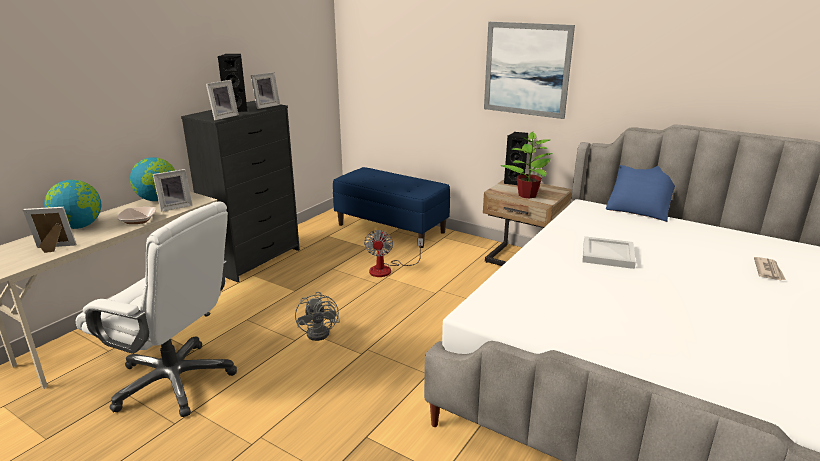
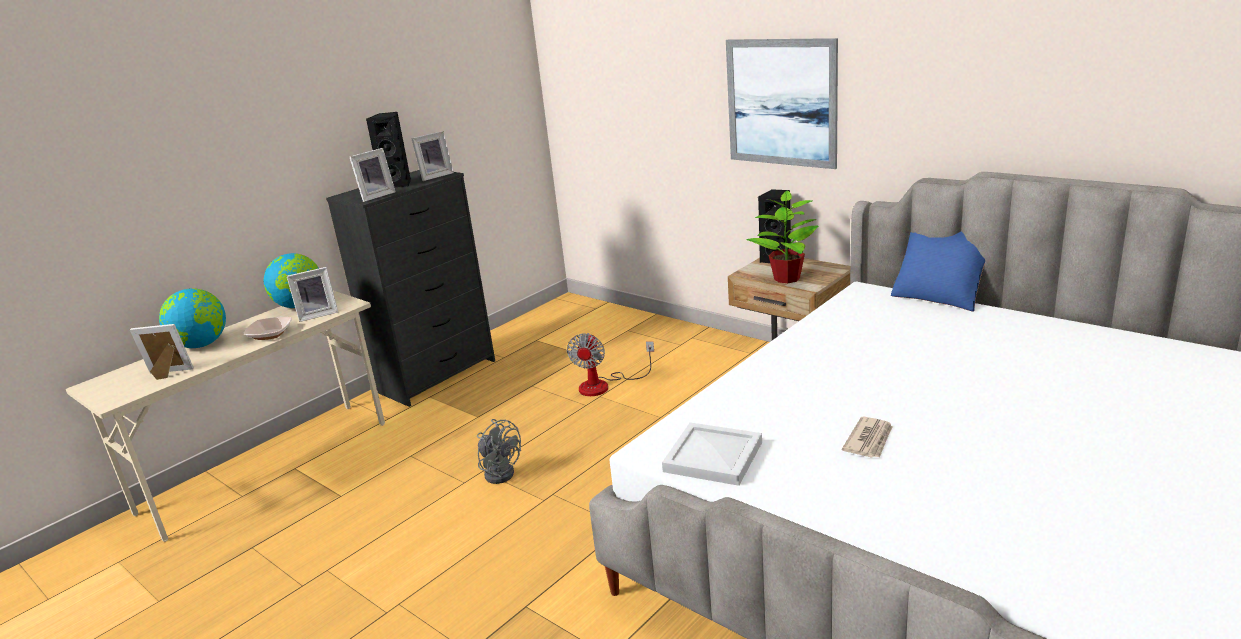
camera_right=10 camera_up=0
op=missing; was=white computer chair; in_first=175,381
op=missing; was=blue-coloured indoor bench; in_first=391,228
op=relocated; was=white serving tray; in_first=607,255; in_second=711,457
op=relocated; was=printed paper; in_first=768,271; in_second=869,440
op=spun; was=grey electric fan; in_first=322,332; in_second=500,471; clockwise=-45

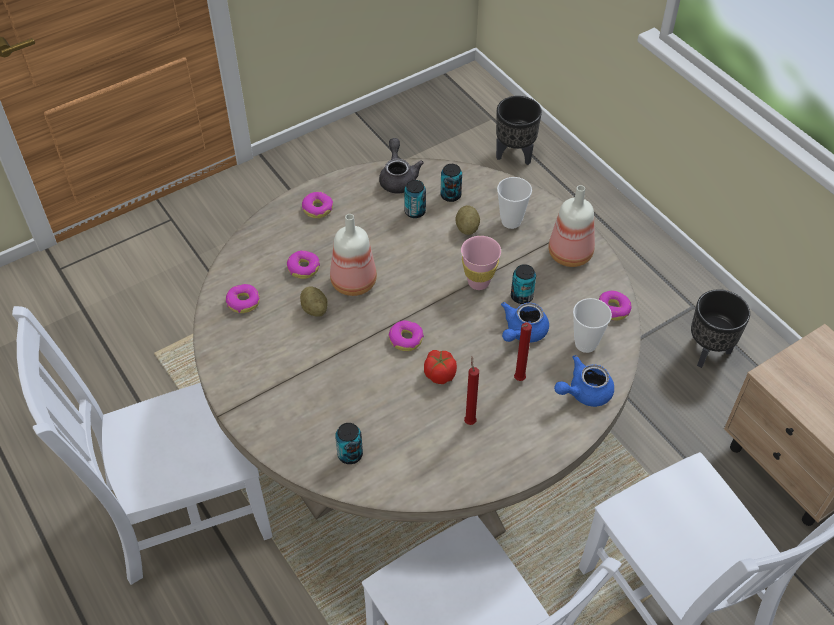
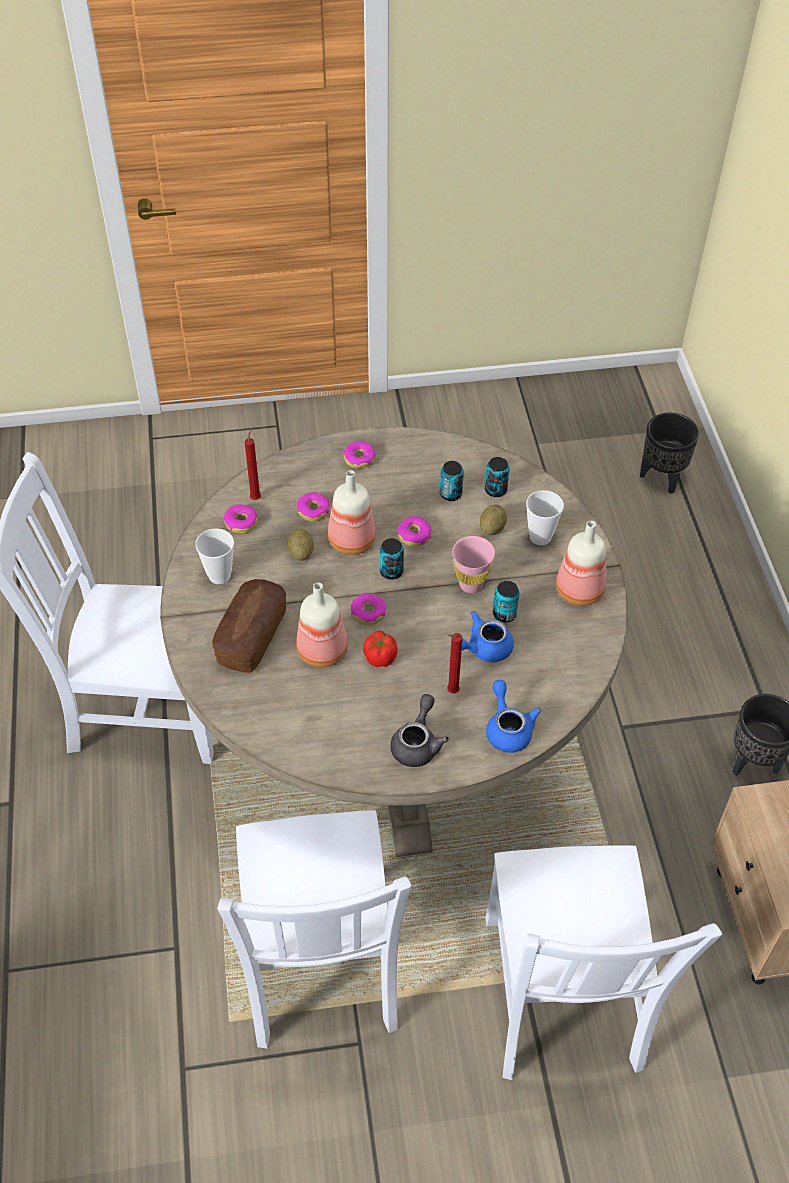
camera_right=25 camera_up=0
op=appeared; now=bread; in_second=251,636
op=appeared; now=drink bottle; in_second=323,649
op=relocated; was=can; in_first=350,454; in_second=391,571
op=relocated; was=grey pot for tea; in_first=398,178; in_second=417,743
op=relocated; was=red wax candle; in_first=469,420; in_second=256,497
op=relocated; was=cup; in_first=585,344; in_second=219,575
op=relocated; was=ring doughnut; in_first=613,309; in_second=414,535
op=spun; was=blue-coloured pot for tea; in_first=584,392; in_second=508,728; clockwise=75

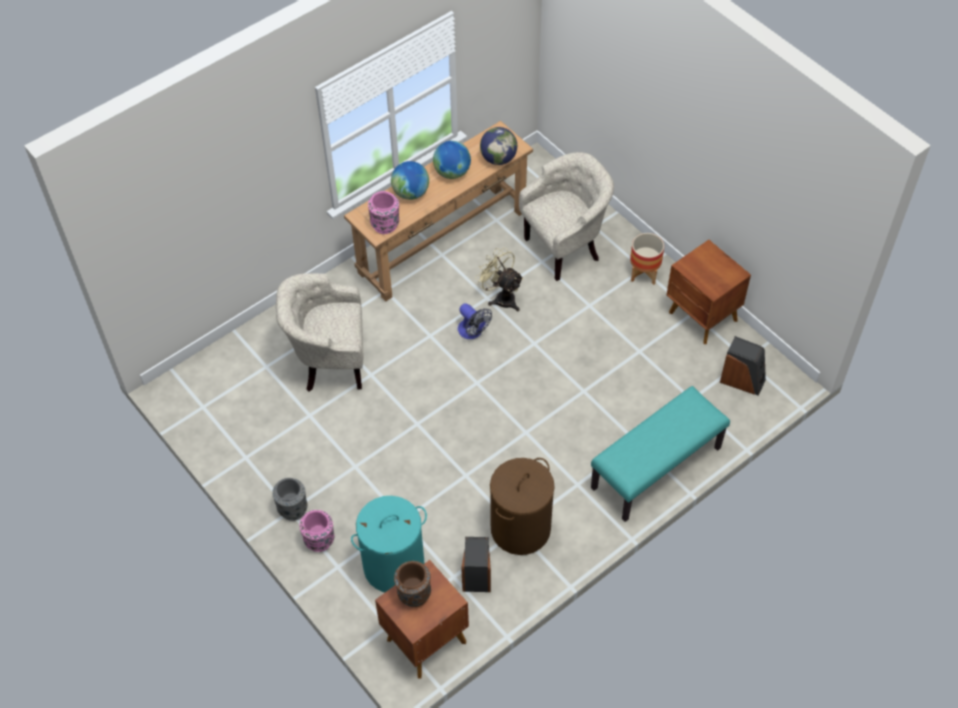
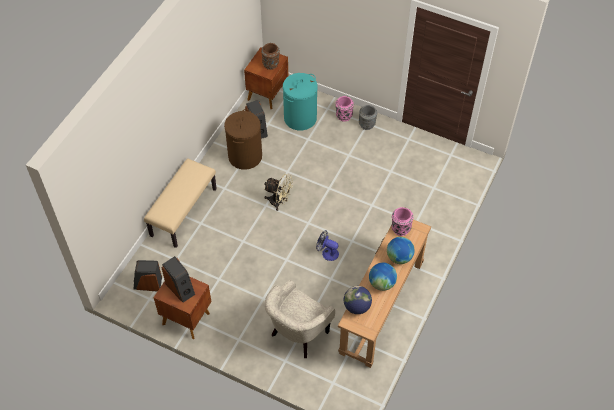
camera_right=155 camera_up=0
op=missing; was=beige armchair; in_first=329,364
op=missing; was=planter; in_first=644,273
op=appeared; now=speaker; in_second=180,288
op=relocated; was=beige electric fan; in_first=501,297; in_second=279,202
op=colour; was=turquoise indoor bench; now=beige indoor bench; in_first=656,469; in_second=183,212

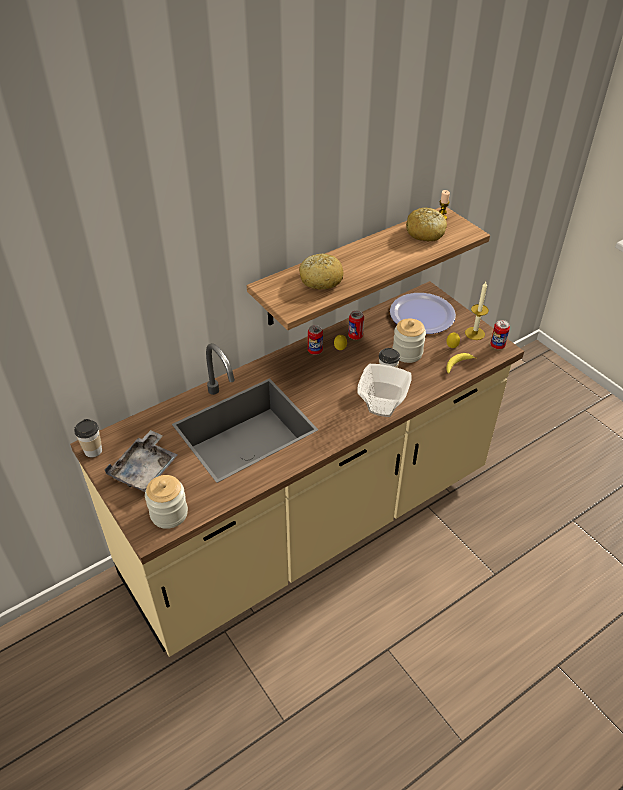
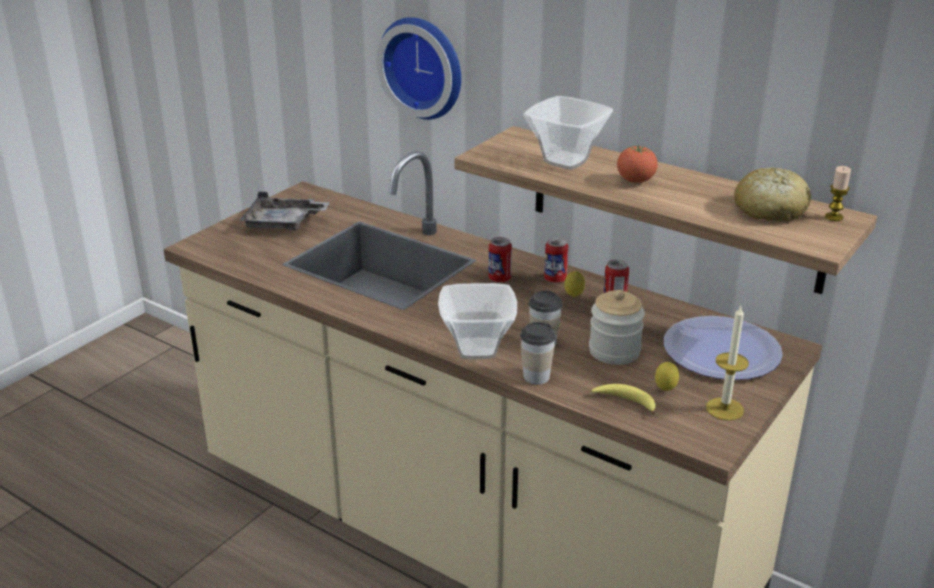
camera_right=70 camera_up=-15
op=missing; was=jar; in_first=169,513
op=appeared; now=wall clock; in_second=424,66
op=appeared; now=fresh tomato; in_second=635,181
op=relocated; was=cup; in_first=93,450; in_second=536,376
op=relocated; was=can; in_first=497,345; in_second=499,279
op=exchanged; was=bread; now=deep dish; in_first=320,279; in_second=566,160

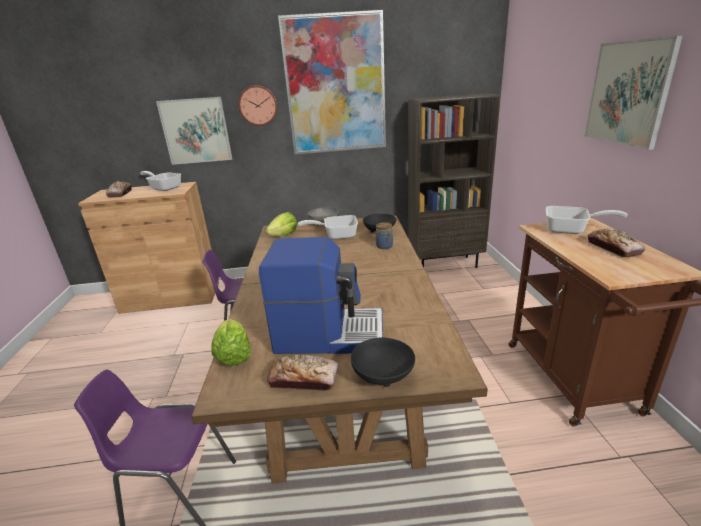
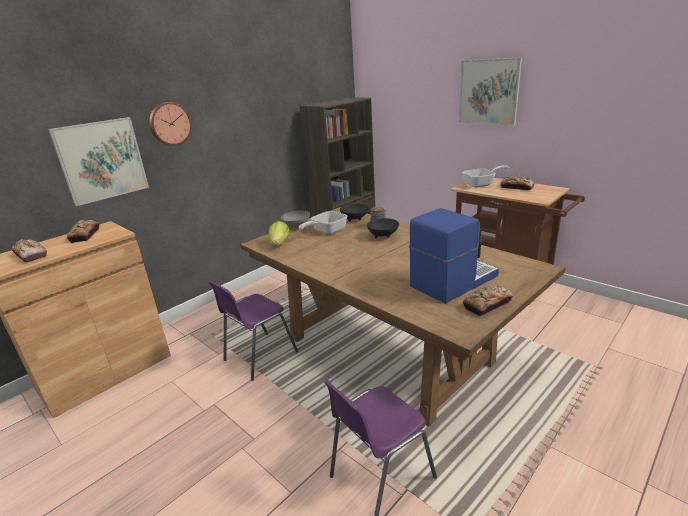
camera_right=-40 camera_up=0
op=missing; was=lettuce head; in_first=234,355
op=missing; was=wall picture; in_first=335,86
op=relocated; was=black deep dish; in_first=382,378; in_second=382,236
op=exchanged; was=frying pan; now=bread; in_first=164,188; in_second=85,235

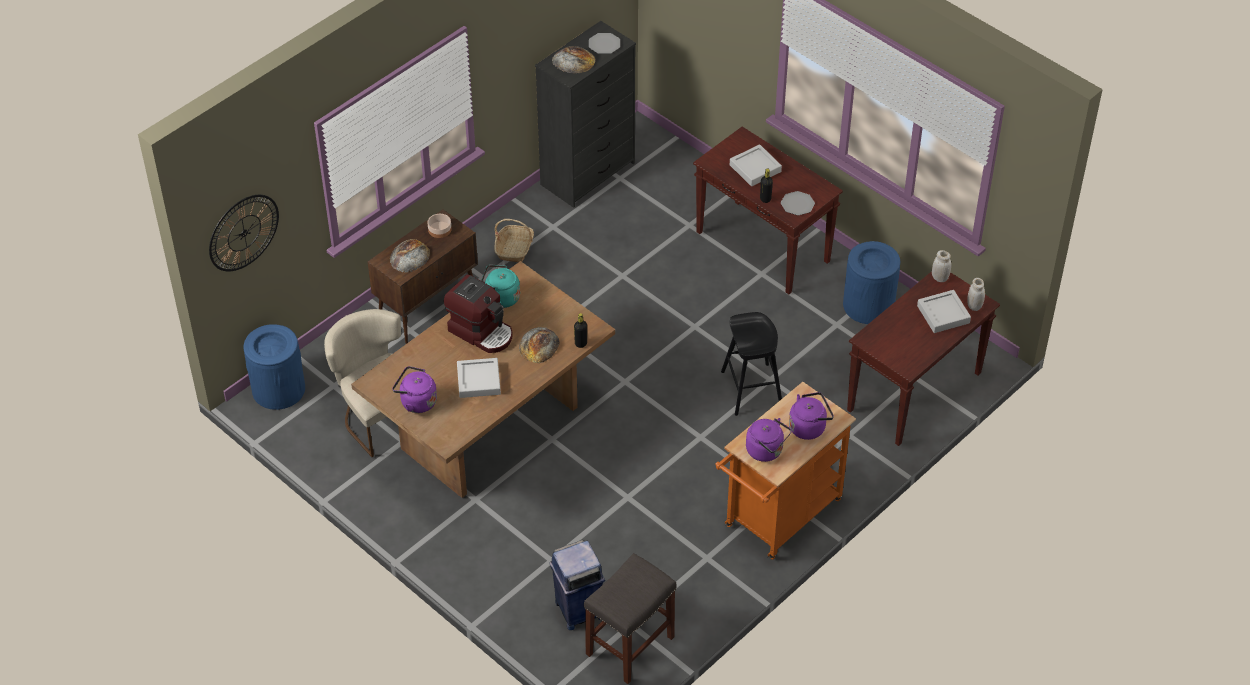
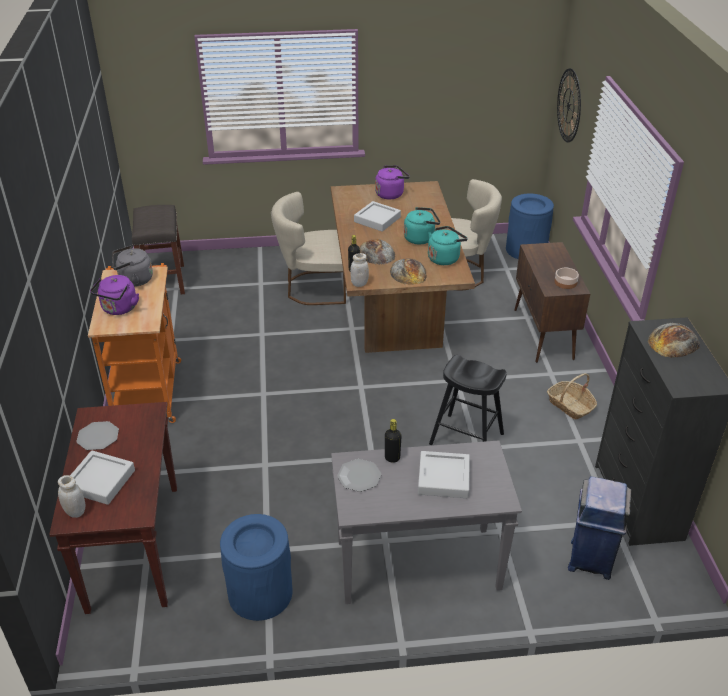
camera_right=130 camera_up=-10
op=appeared; now=beige plain chair; in_second=313,288
op=relocated; was=bread; in_first=409,256; in_second=408,272
op=relocated; was=blue-coloured trash can; in_first=578,610; in_second=590,558
op=relocated; was=plate; in_first=604,44; in_second=98,436
op=relocated; was=black stool seat; in_first=751,389; in_second=466,439
op=relocated; was=white jar; in_first=940,278; in_second=359,284
op=exchanged; was=coffee maker; now=turquoise kettle; in_first=481,331; in_second=421,238
op=colour; was=brownish narrow table; now=grey narrow table; in_first=764,247; in_second=416,566
op=colour; was=purplish kettle; now=grey kettle; in_first=766,451; in_second=133,280

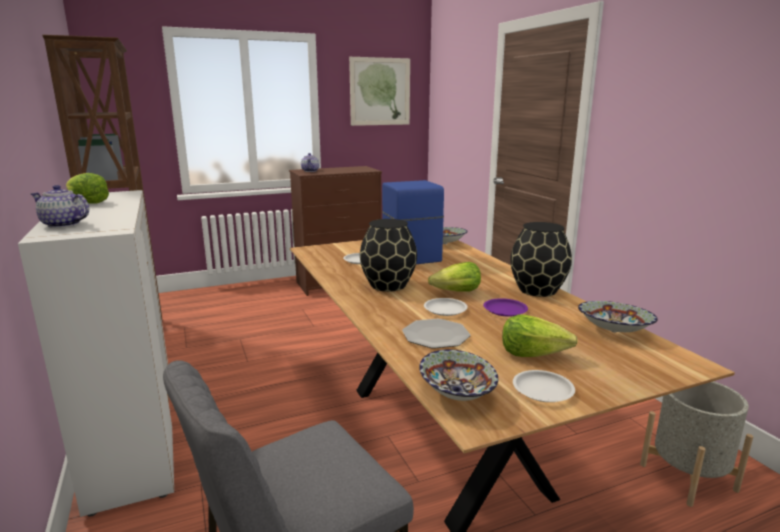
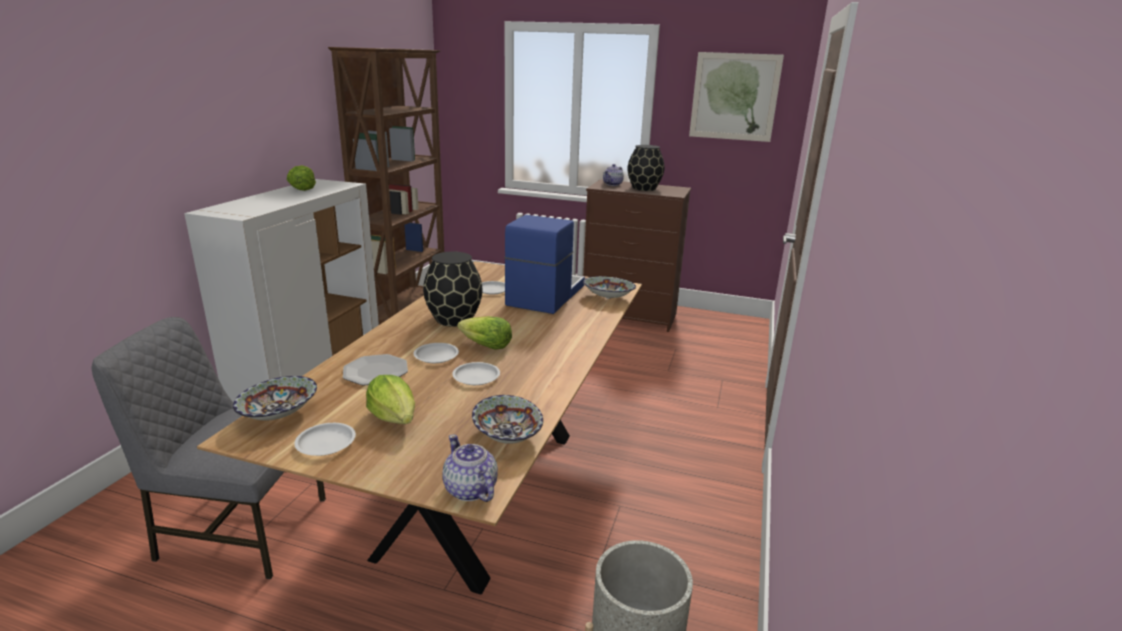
camera_right=40 camera_up=5
op=relocated; was=pot for tea; in_first=63,224; in_second=470,490
op=relocated; was=black vase; in_first=538,290; in_second=644,188
op=colour; was=purplish plate; now=white plate; in_first=505,310; in_second=476,377

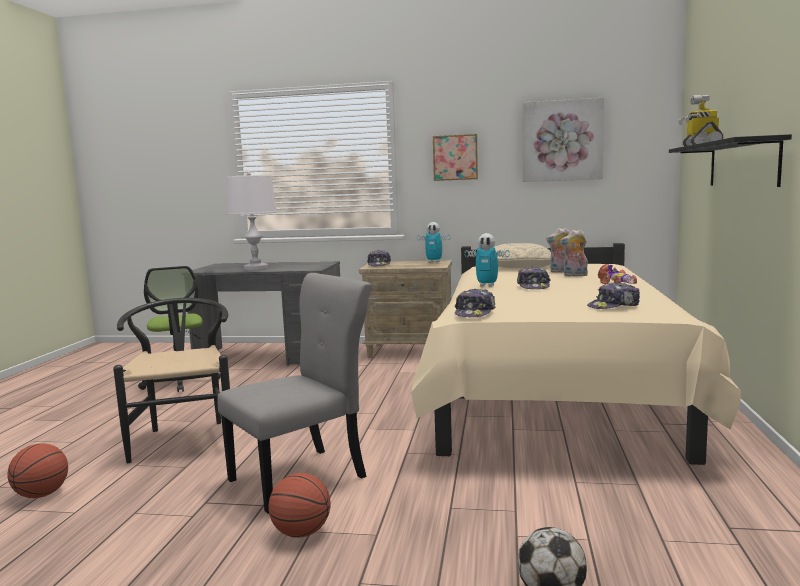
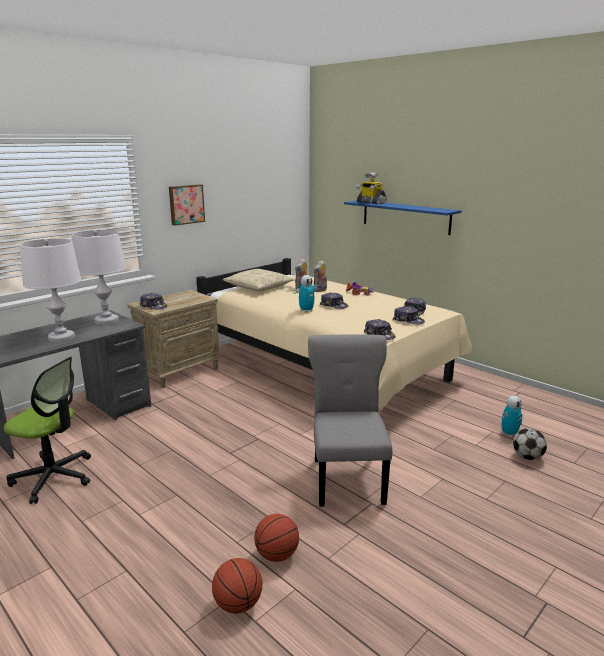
camera_right=-55 camera_up=10
op=missing; was=black plain chair; in_first=185,437
op=missing; was=wall picture; in_first=561,140
op=appeared; now=white table lamp; in_second=106,320
op=appeared; now=cap; in_second=408,320
op=relocated; was=basketball; in_first=301,533; in_second=277,555
op=relocated; was=robot figure; in_first=434,262; in_second=509,434
op=colour; was=black wall shelf; now=blue-coloured wall shelf; in_first=742,164; in_second=405,217

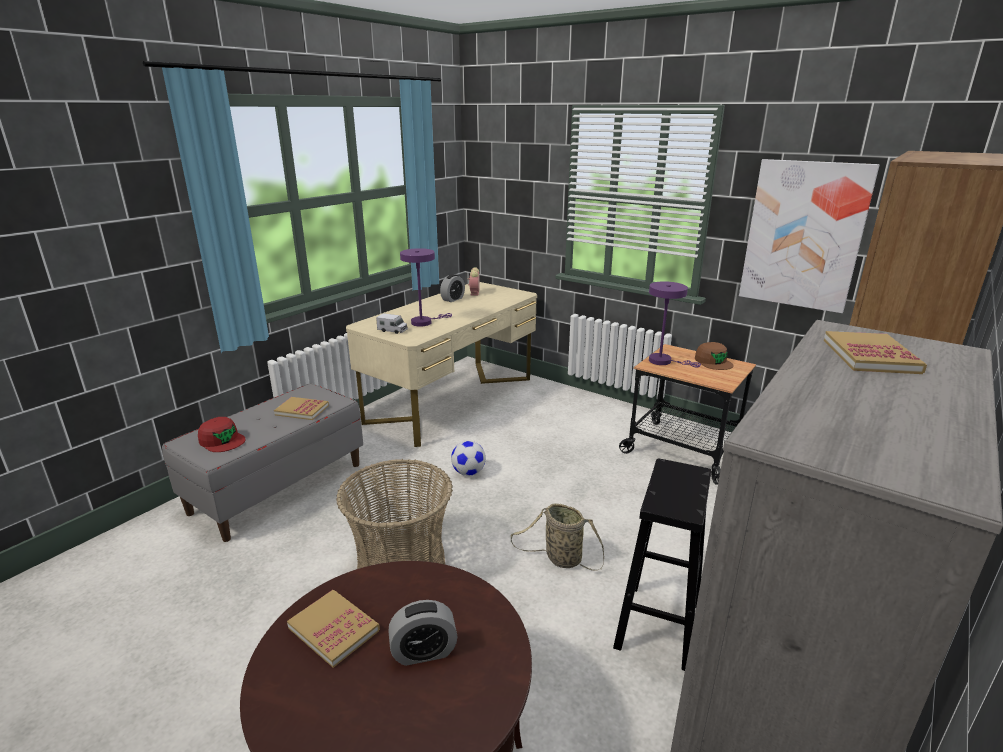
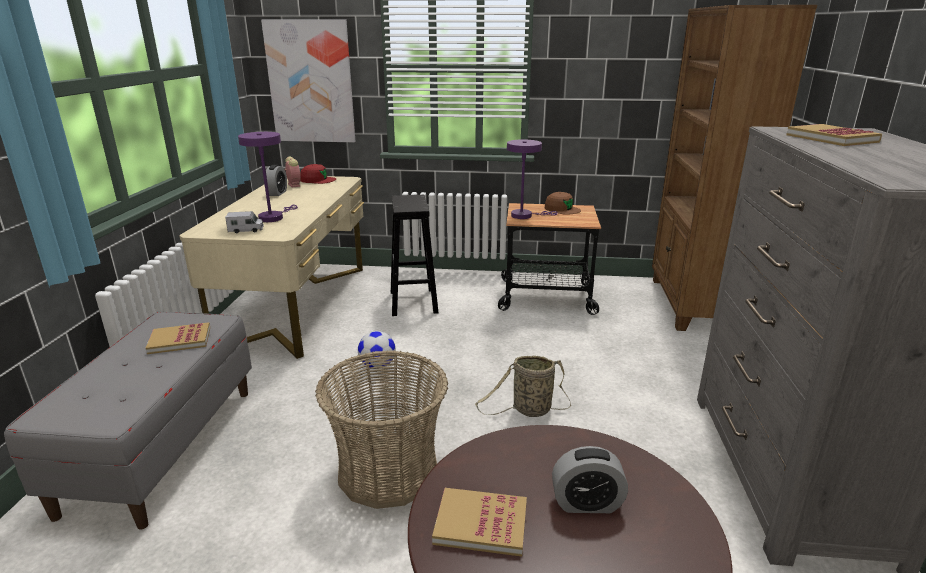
camera_right=-30 camera_up=0
op=relocated; was=red cap; in_first=222,440; in_second=318,180
op=relocated; was=black stool seat; in_first=658,627; in_second=413,302
op=relocated; was=wall picture; in_first=803,235; in_second=311,82
op=spun; was=bedside clock; in_first=424,652; in_second=586,503; clockwise=45

